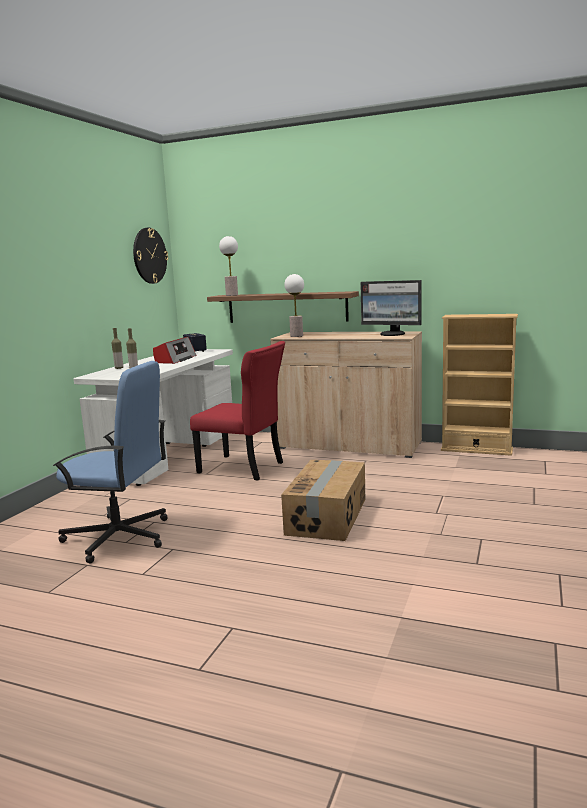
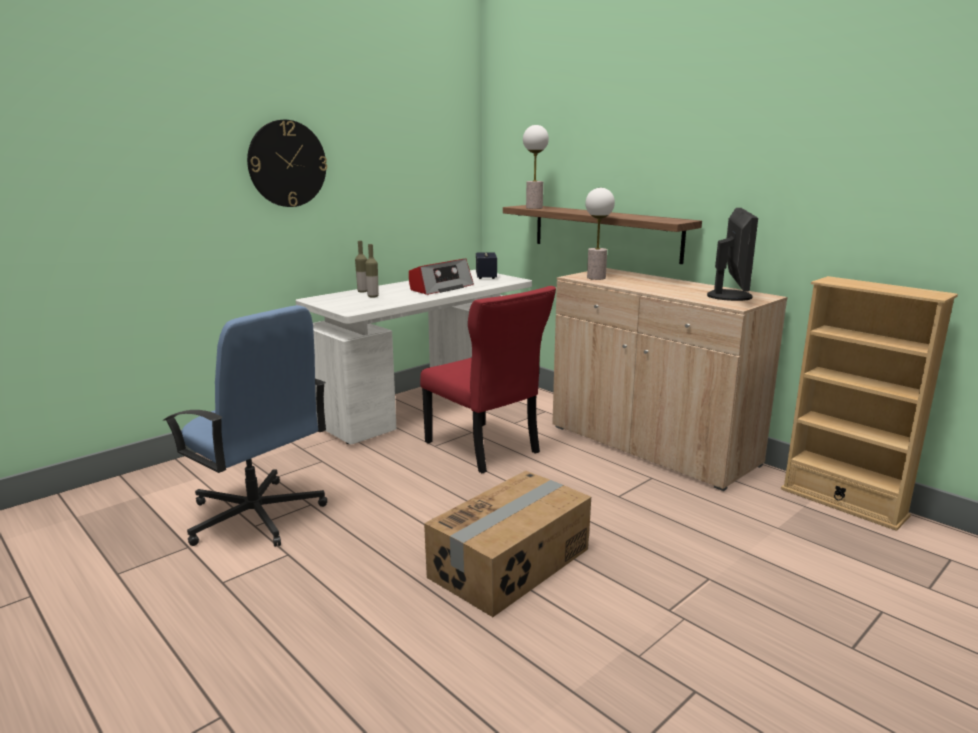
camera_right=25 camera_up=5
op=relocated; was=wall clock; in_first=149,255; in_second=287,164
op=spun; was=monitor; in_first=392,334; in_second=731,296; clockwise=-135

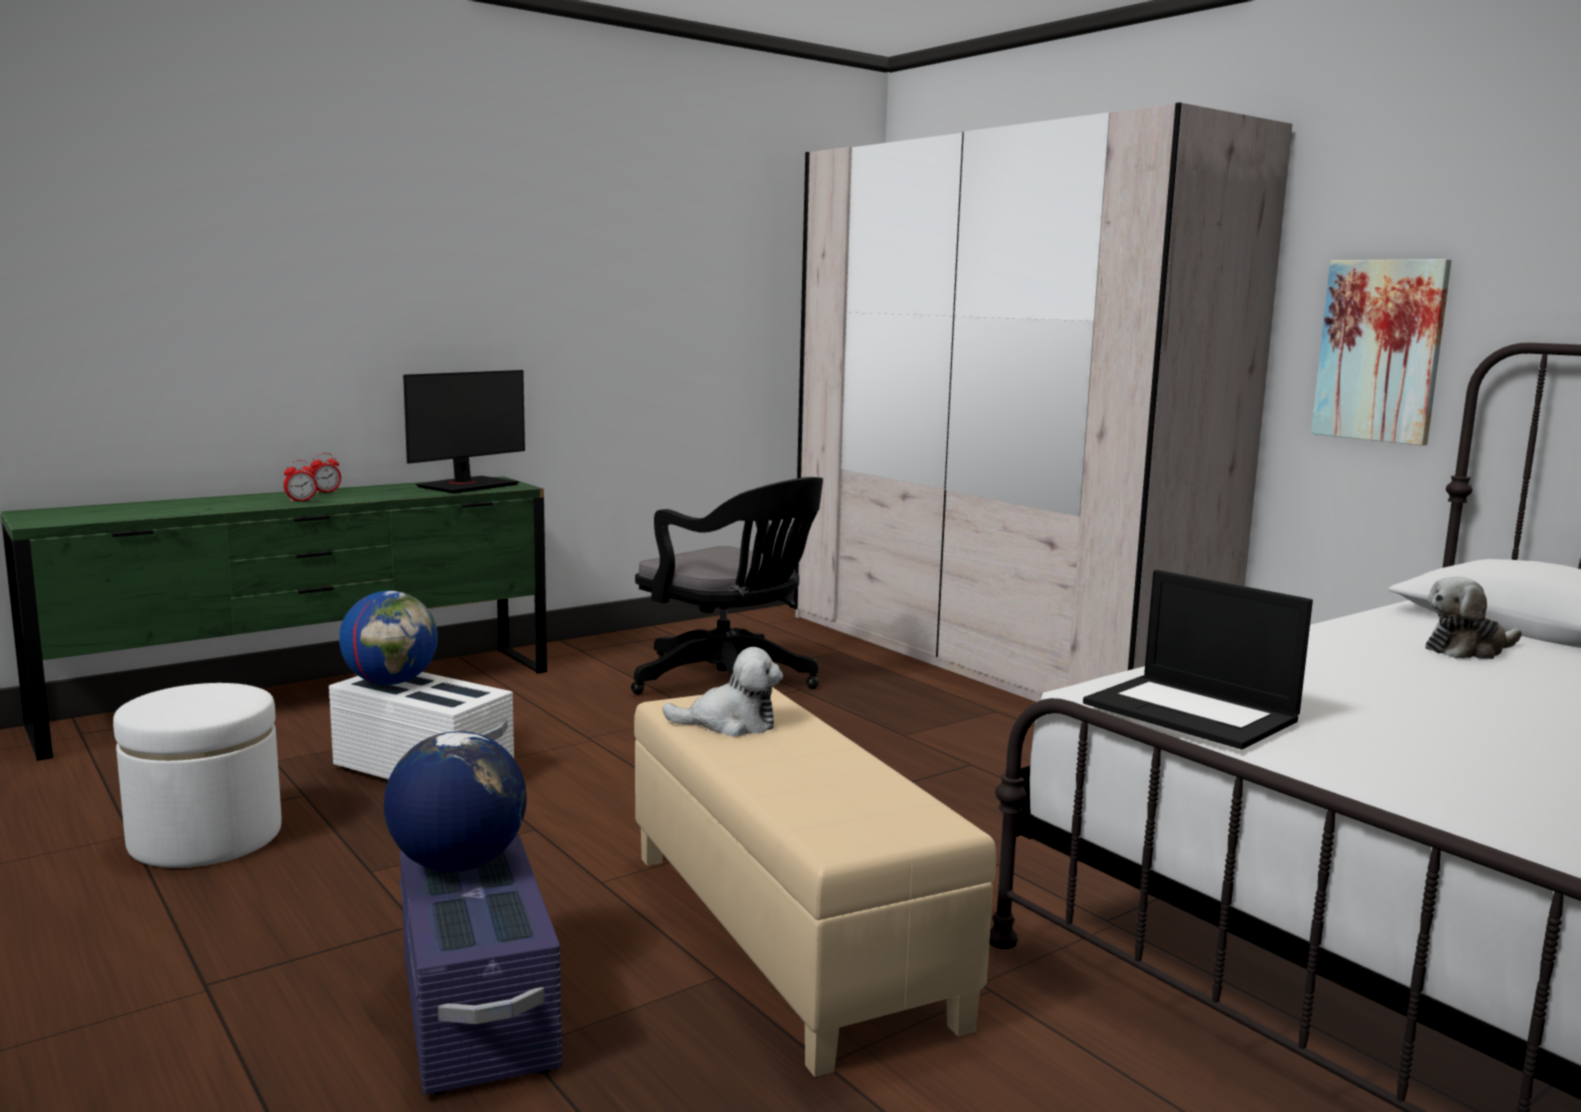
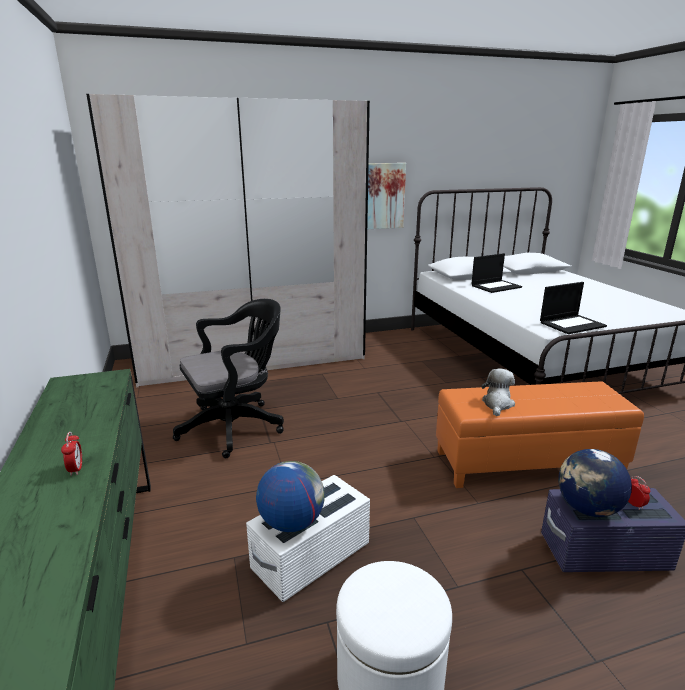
camera_right=-70 camera_up=10
op=missing; was=monitor; in_first=467,485
op=relocated; was=bedside clock; in_first=326,492; in_second=633,504
op=exchanged; was=soft toy; now=portable computer; in_first=1467,650; in_second=496,286
op=colour; was=beige ottoman; now=orange-coloured ottoman; in_first=784,934; in_second=527,463

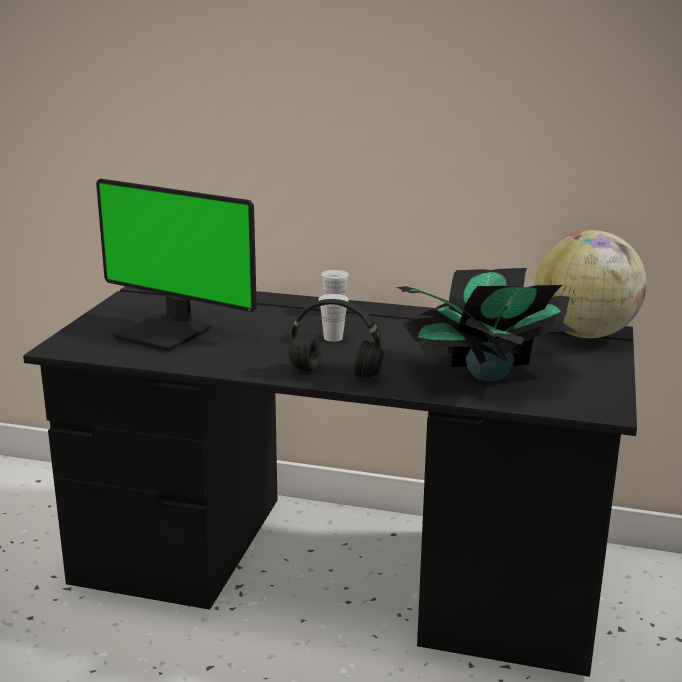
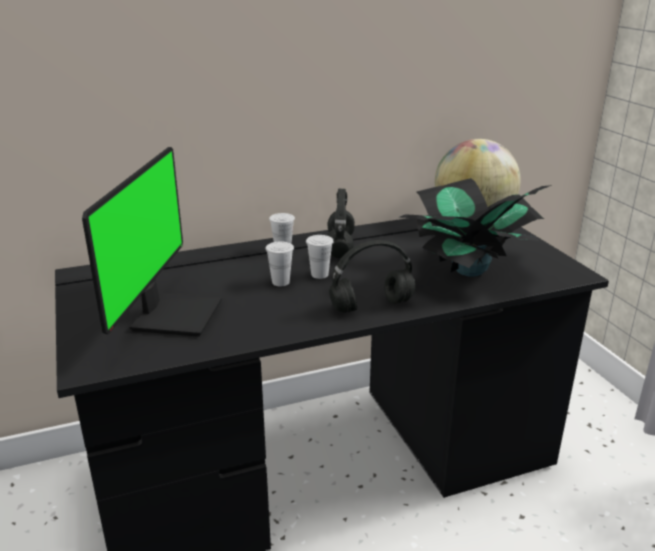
camera_right=-35 camera_up=5
op=appeared; now=white cup; in_second=280,282
op=appeared; now=black headphones; in_second=339,246
op=spun; was=monitor; in_first=167,333; in_second=173,315; clockwise=-75

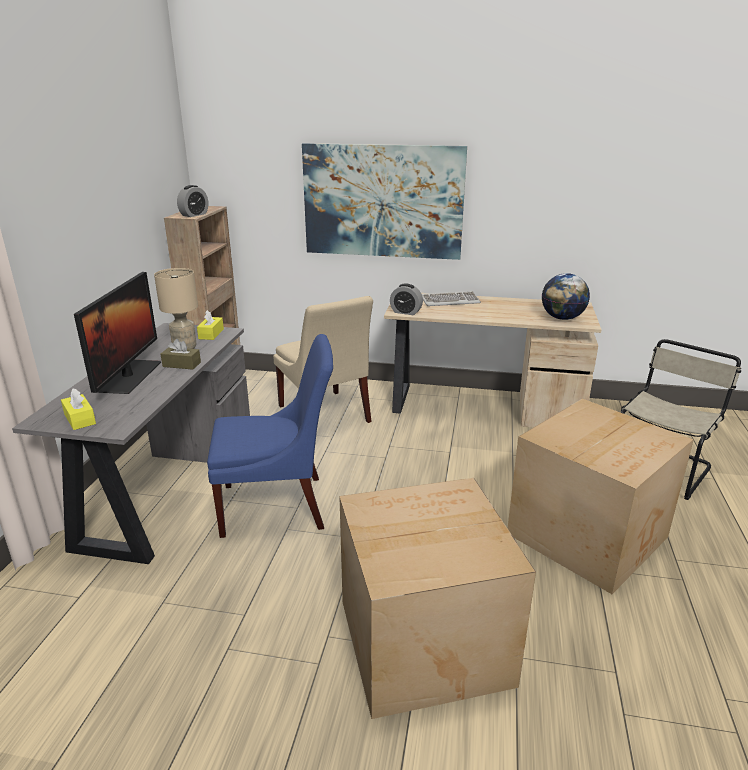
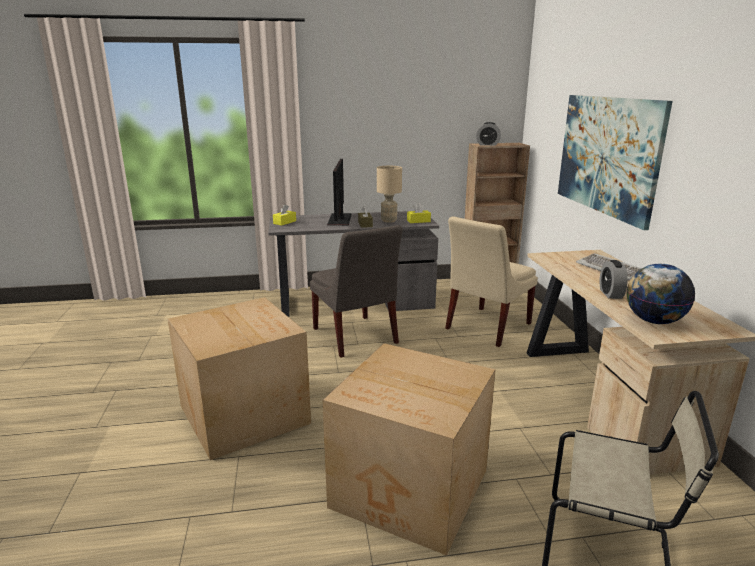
camera_right=70 camera_up=-5
op=relocated; was=bedside clock; in_first=406,312; in_second=610,294
op=colour; was=blue-coloured plain chair; now=grey plain chair; in_first=279,506; in_second=355,337
op=spun; was=monitor; in_first=129,376; in_second=339,219; clockwise=105

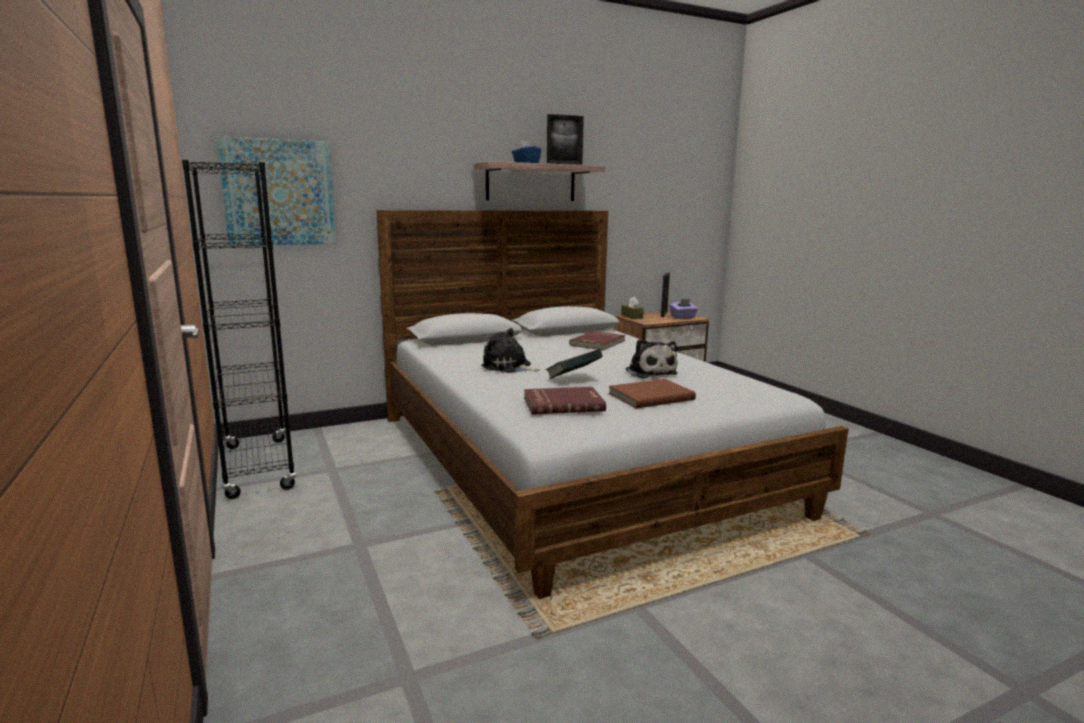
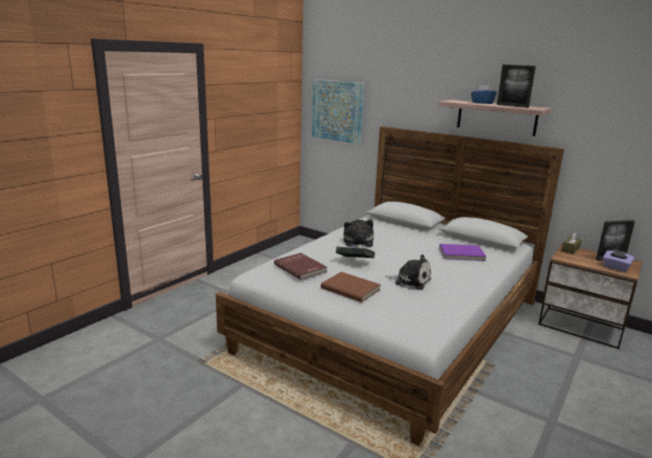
camera_right=60 camera_up=5
op=missing; was=black bookcase; in_first=258,467
op=colour; was=red bound book; now=purplish bound book; in_first=598,343; in_second=462,254
op=spun; was=soft toy; in_first=649,372; in_second=410,281; clockwise=-105

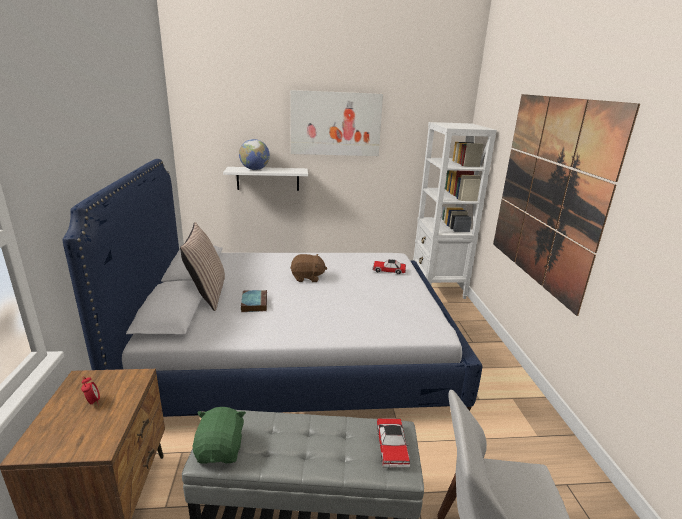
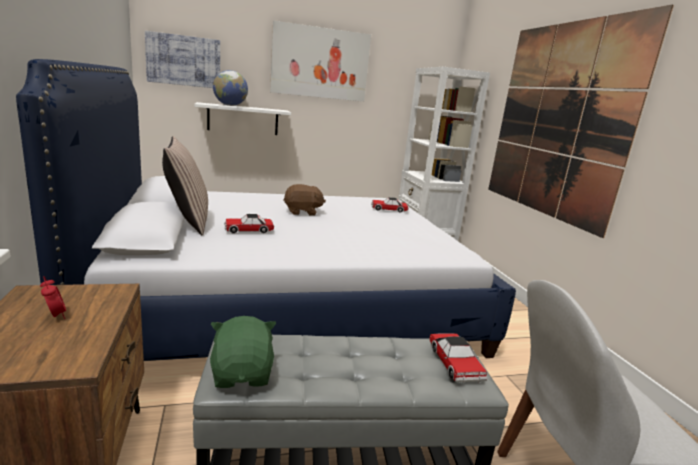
camera_right=-10 camera_up=-5
op=appeared; now=wall picture; in_second=184,60
op=exchanged; was=bound book; now=miniature car; in_first=254,303; in_second=248,230

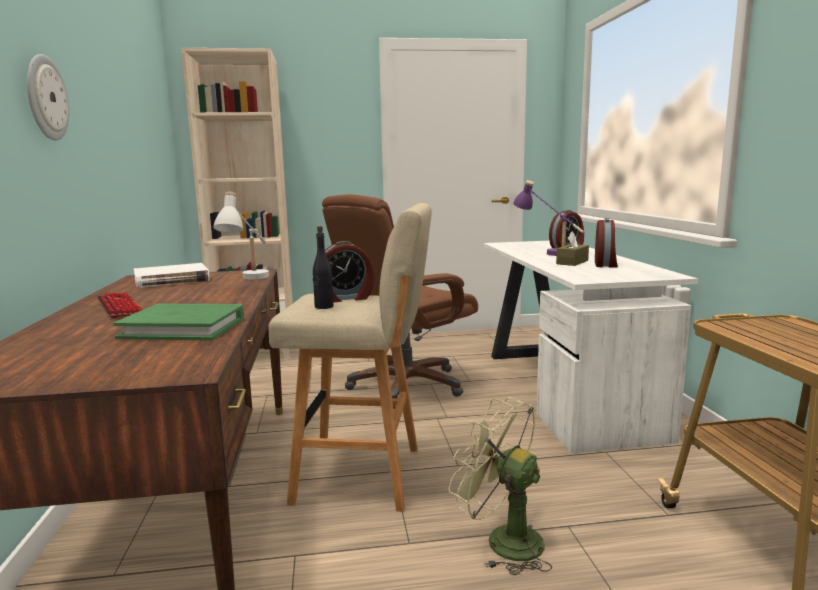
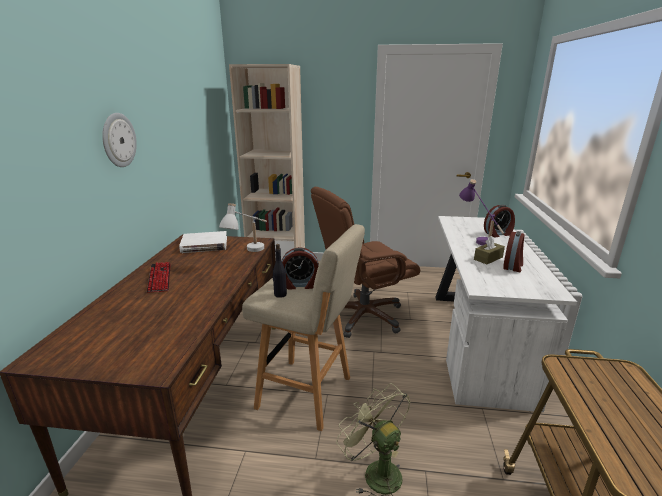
camera_right=15 camera_up=10
op=missing; was=green bound book; in_first=184,327

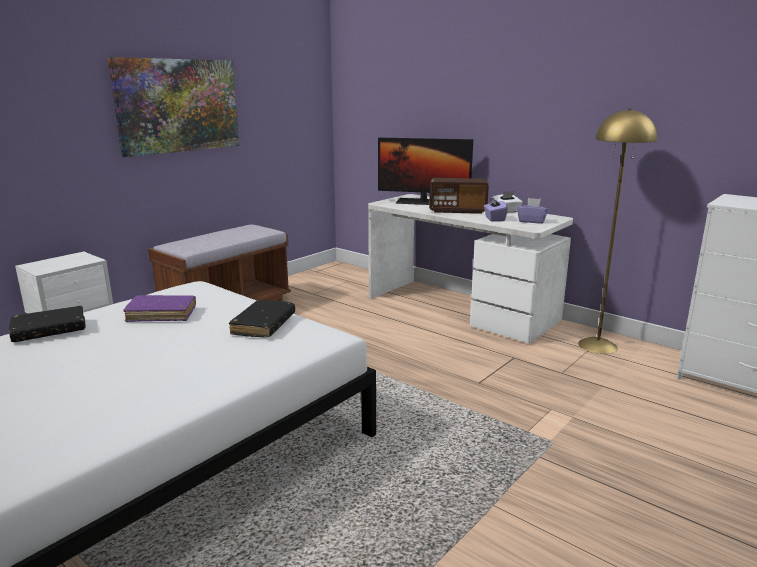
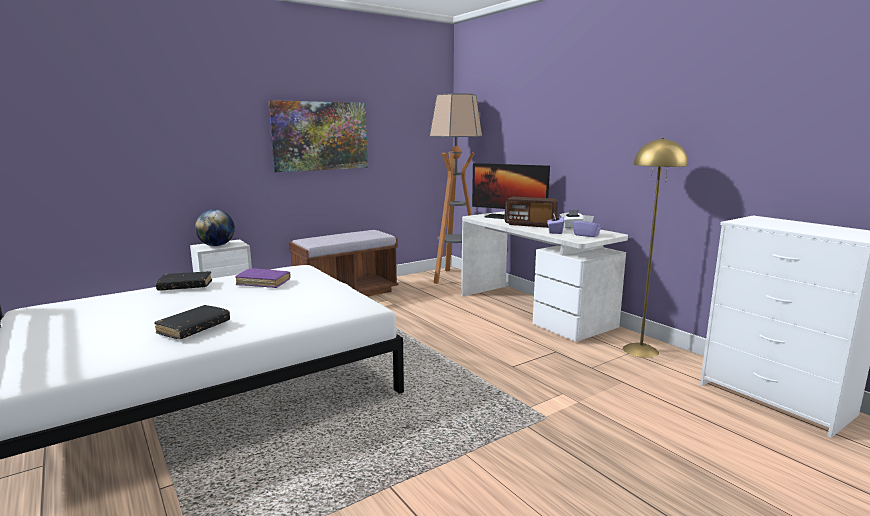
camera_right=15 camera_up=-5
op=appeared; now=world globe; in_second=216,245
op=appeared; now=standard lamp; in_second=454,277
op=relocated; was=black bound book; in_first=263,325; in_second=194,328

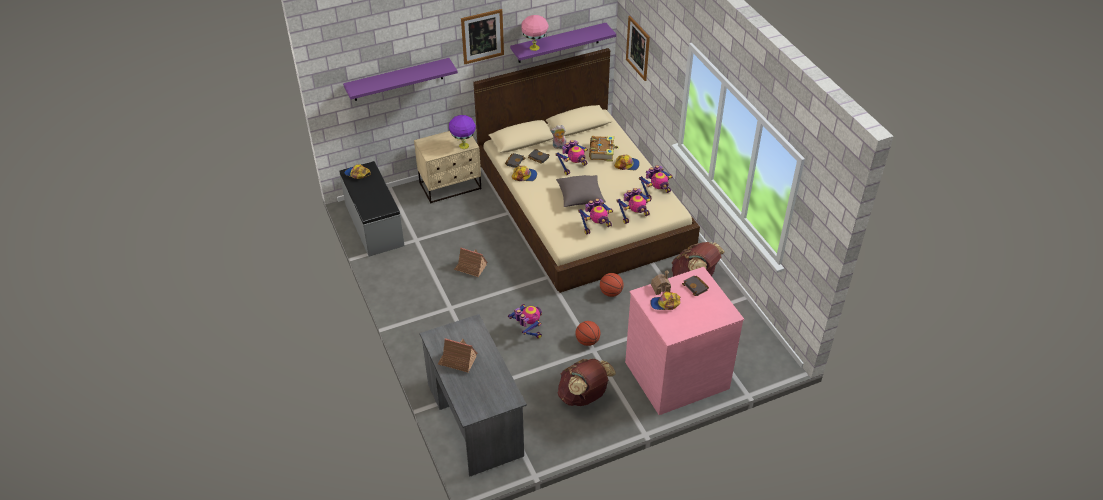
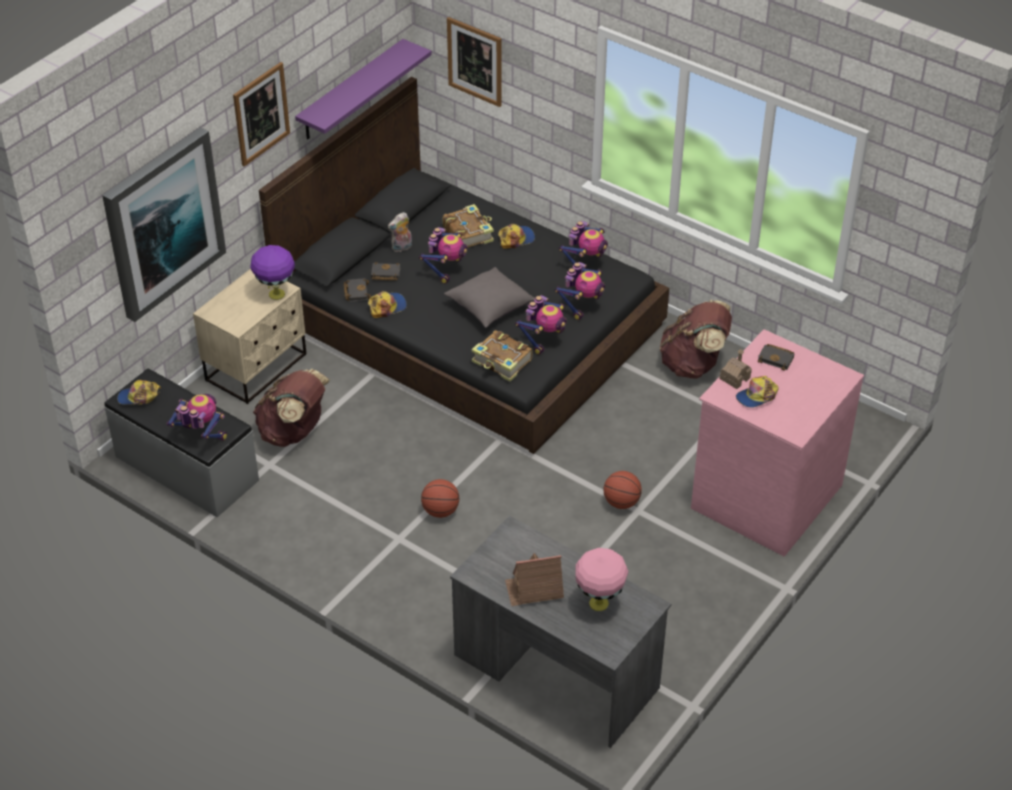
camera_right=-30 camera_up=0
op=missing; was=model house; in_first=471,267
op=appeared; now=bound book; in_second=502,362
op=relocated; was=robot figure; in_first=527,330; in_second=201,436
op=relocated; was=pink-coloured table lamp; in_first=535,47; in_second=599,603
op=relocated; was=brownish rucksack; in_first=584,396; in_second=294,432
op=relocated; was=basketball; in_first=611,293; in_second=440,511
op=exchanged; was=purplish wall shelf; now=wall picture; in_first=398,79; in_second=163,223
op=colour; was=beige sleeping bed; now=black sleeping bed; in_first=583,205; in_second=469,322

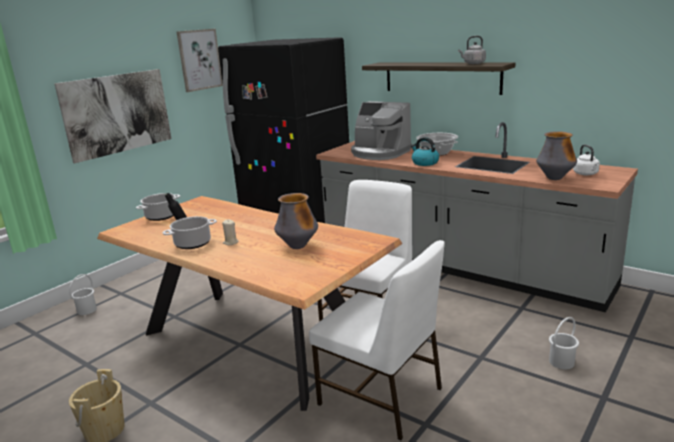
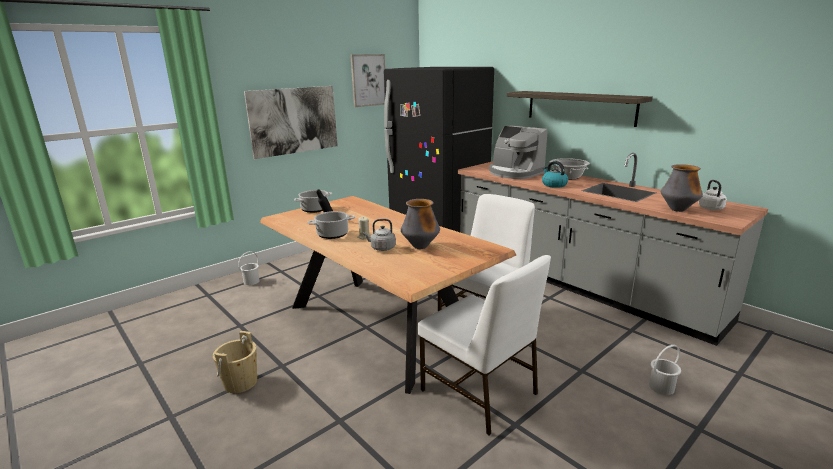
camera_right=10 camera_up=0
op=relocated; was=grey kettle; in_first=473,63; in_second=381,248

